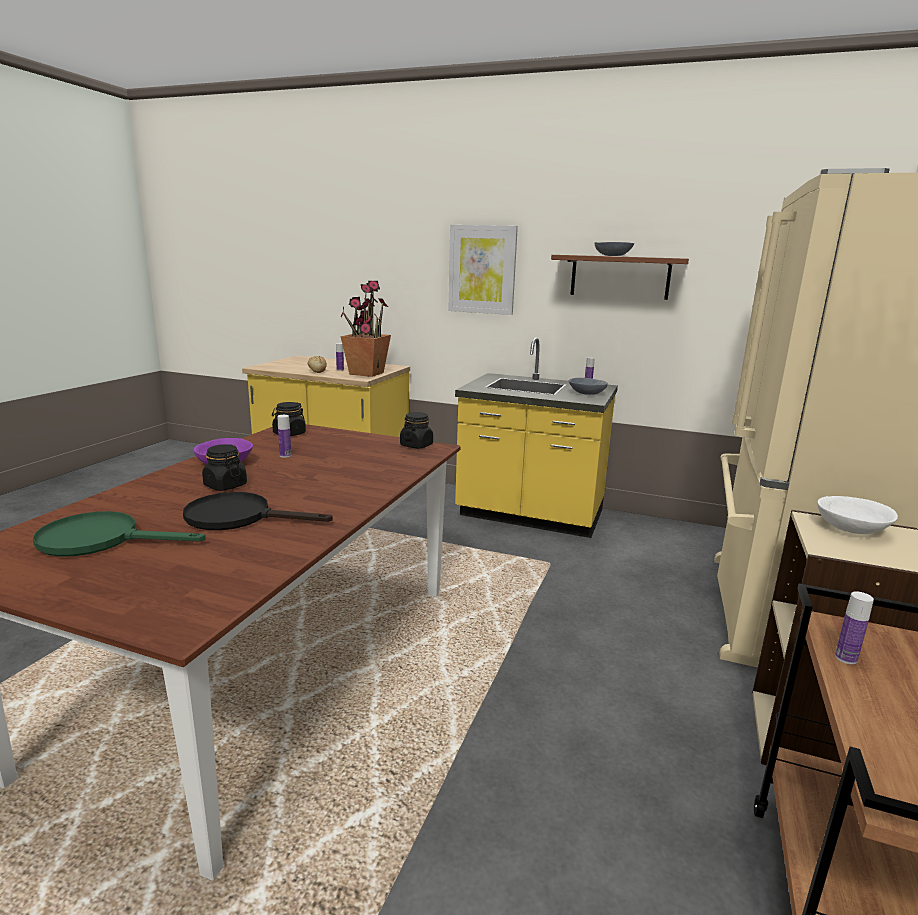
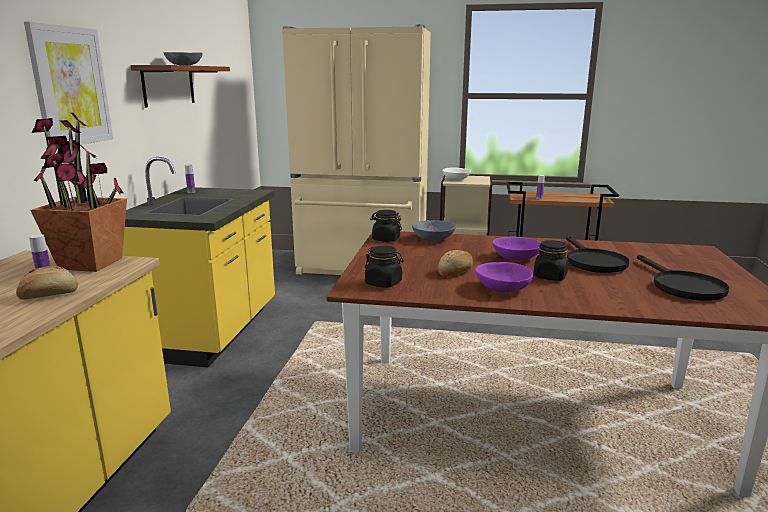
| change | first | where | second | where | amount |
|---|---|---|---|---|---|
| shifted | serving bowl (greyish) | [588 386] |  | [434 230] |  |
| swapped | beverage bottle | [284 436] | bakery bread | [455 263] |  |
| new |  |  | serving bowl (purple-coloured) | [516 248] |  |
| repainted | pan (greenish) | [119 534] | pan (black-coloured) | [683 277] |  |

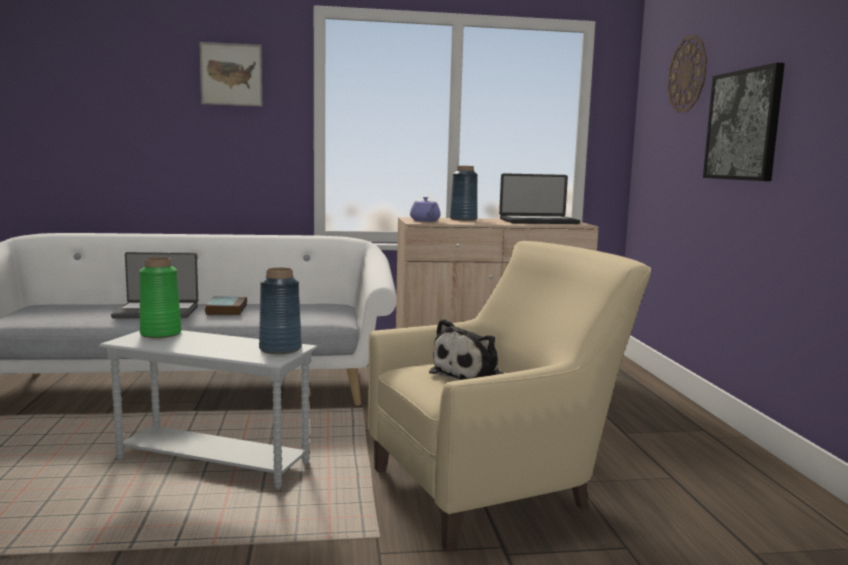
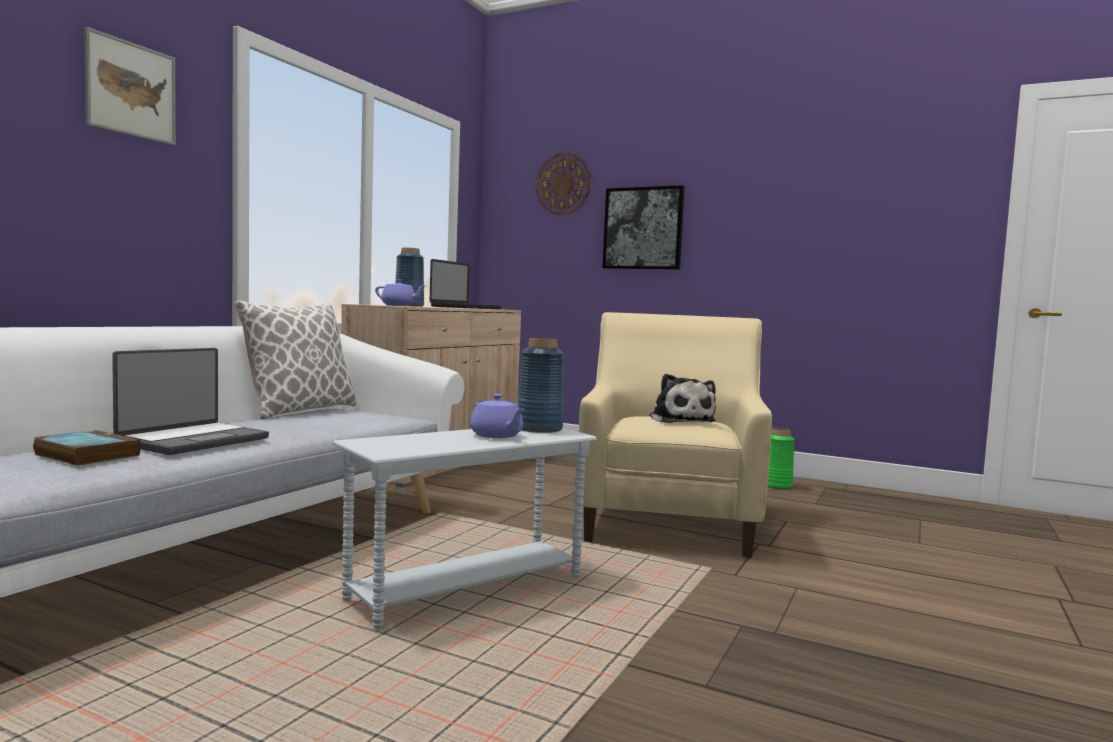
| change | first | where | second | where | amount |
|---|---|---|---|---|---|
| shifted | volume | [226 306] |  | [86 448] |  |
| new |  |  | throw pillow | [296 360] |  |
| new |  |  | teapot (purple-coloured) | [497 416] |  |
| shifted | decorative vase (greenish) | [160 297] |  | [781 458] |  |

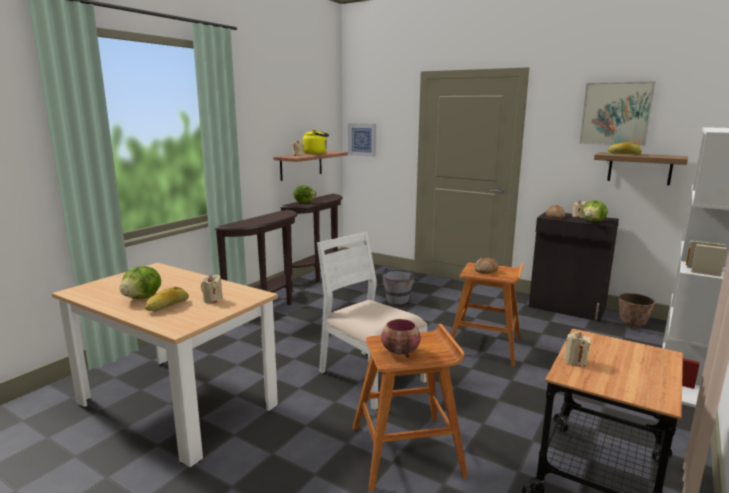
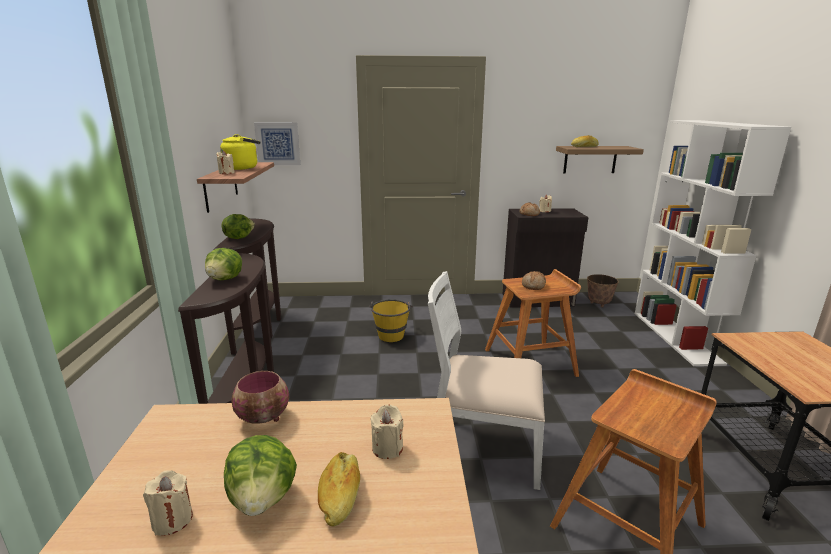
| change | first | where | second | where | amount |
|---|---|---|---|---|---|
| shifted | wax candle (beige-coloured) | [577 349] |  | [168 503] |  |
| shifted | head of lettuce | [595 211] |  | [223 264] |  |
| shifted | serving bowl | [401 338] |  | [260 397] |  |
| repainted | bucket (greyish) | [401 286] | bucket (yellow-coloured) | [391 320] |  |
| gone | wall picture | [617 114] |  |  |  |

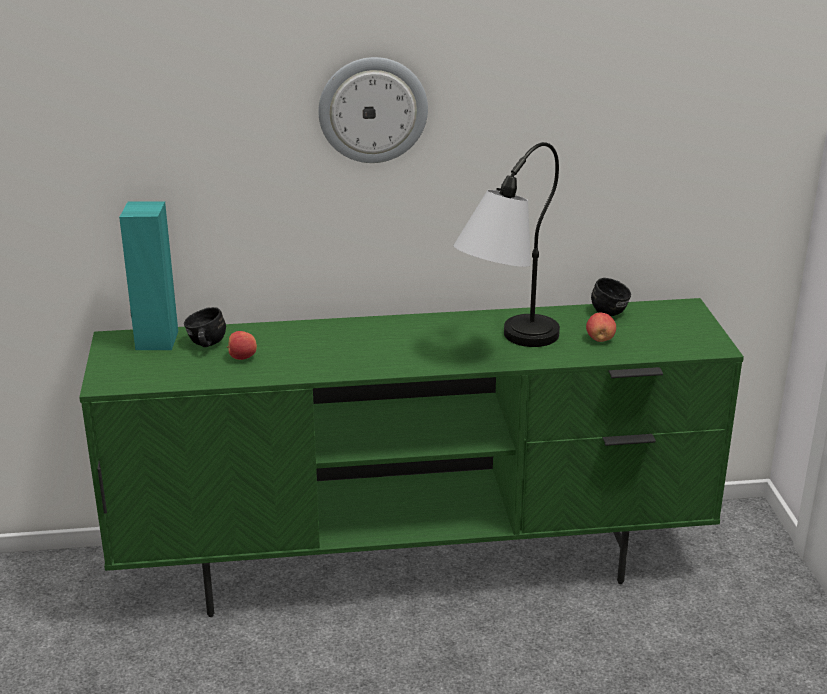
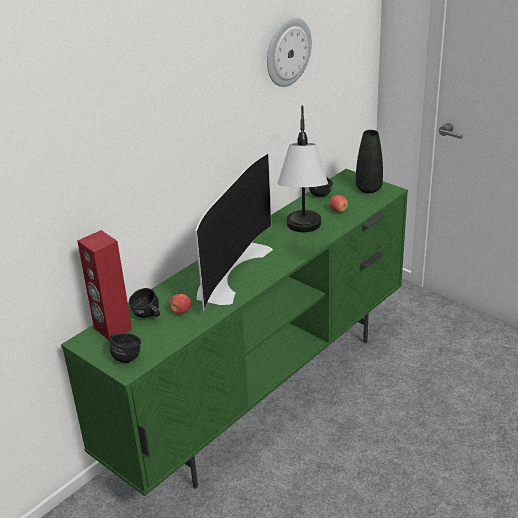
| change | first | where | second | where | amount |
|---|---|---|---|---|---|
| repainted | audio speaker (turquoise) | [148 275] | audio speaker (red-coloured) | [104 285] |  |
| new |  |  | tea mug (black-coloured) | [125 348] |  |
| new |  |  | television | [234 232] |  |
| shifted | clock on the wall | [373 110] |  | [289 52] |  |
| new |  |  | decorative vase (black-coloured) | [369 161] |  |

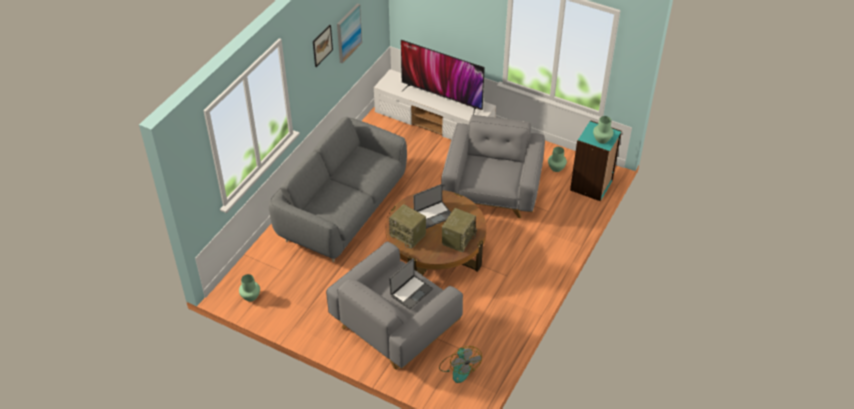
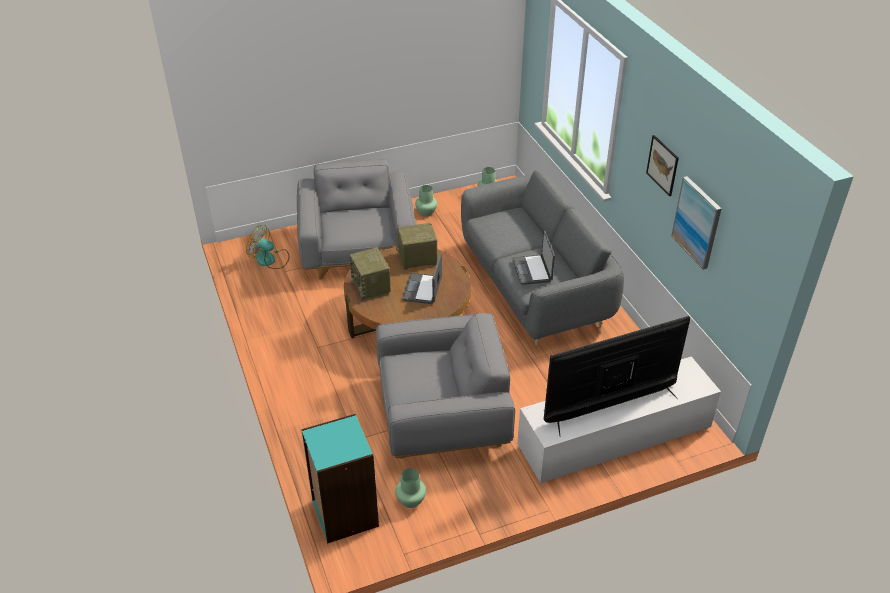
| change | first | where | second | where | amount |
|---|---|---|---|---|---|
| rotated | lounge chair (greyish) | [493 166] |  | [445 386] | 60 degrees counterclockwise |
| shifted | decorative vase (greenish) | [603 130] |  | [426 201] |  |
| shifted | portable computer | [411 283] |  | [533 258] |  |

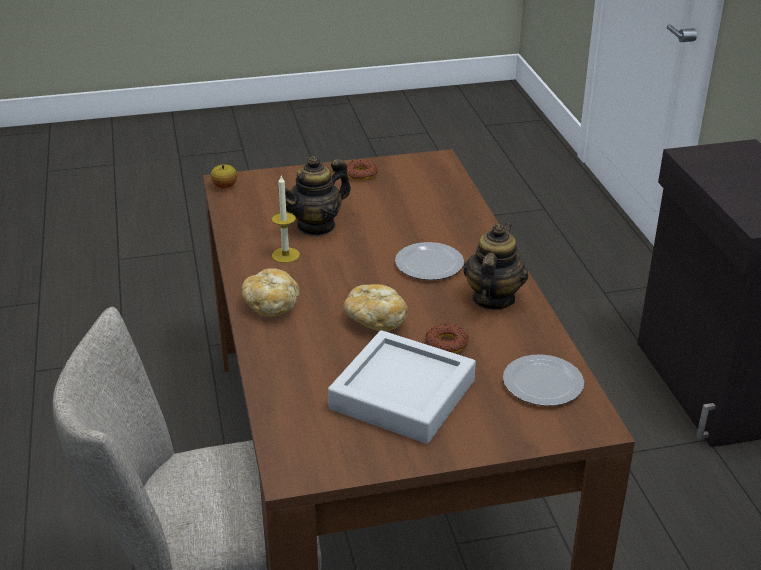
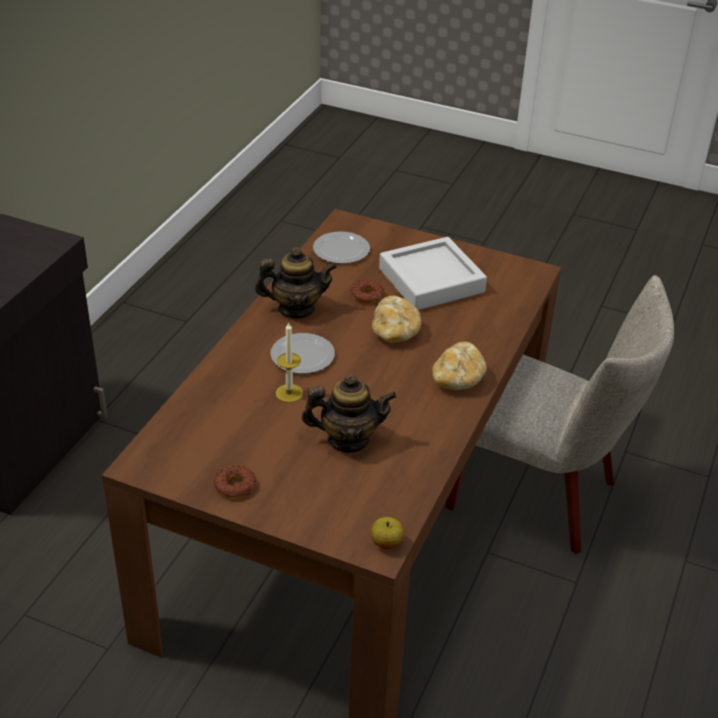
| change | first | where | second | where | amount |
|---|---|---|---|---|---|
| rotated | teapot | [495 266] |  | [296 283] | 150 degrees counterclockwise |
| shifted | wax candle | [285 219] |  | [289 362] |  |

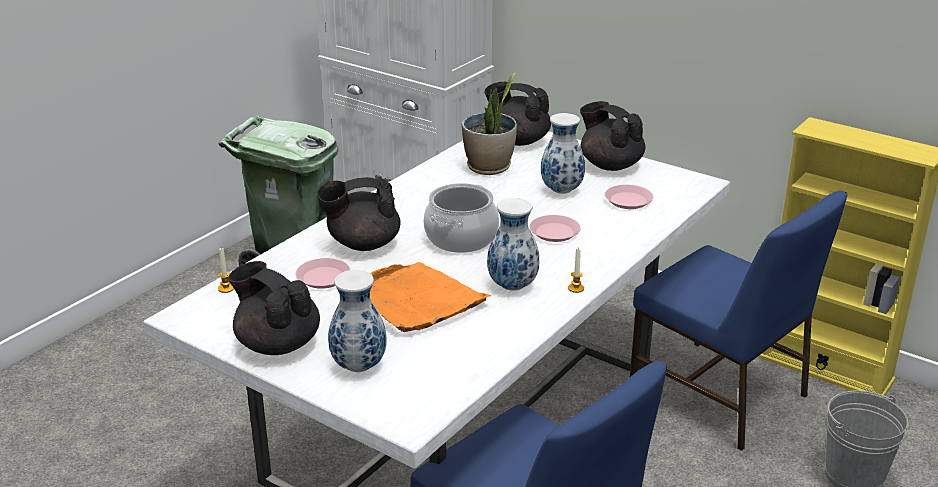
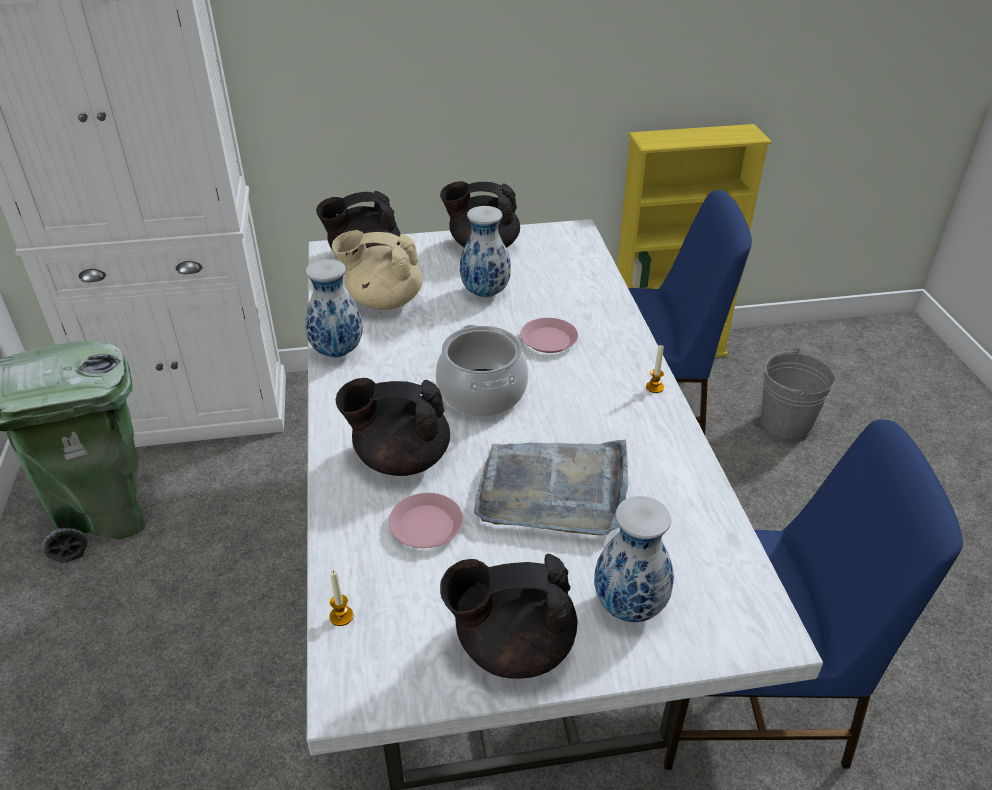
| change | first | where | second | where | amount |
|---|---|---|---|---|---|
| shifted | decorative vase | [513 244] |  | [333 308] |  |
| swapped | potted plant | [489 123] | teapot (beige-coloured) | [377 270] |  |
| rotated | teapot (black-coloured) | [359 214] |  | [393 427] | 60 degrees clockwise |
| repainted | tray (orangey) | [431 297] | tray (greyish) | [551 487] |  |
| gone | plate (pink) | [629 197] |  |  |  |

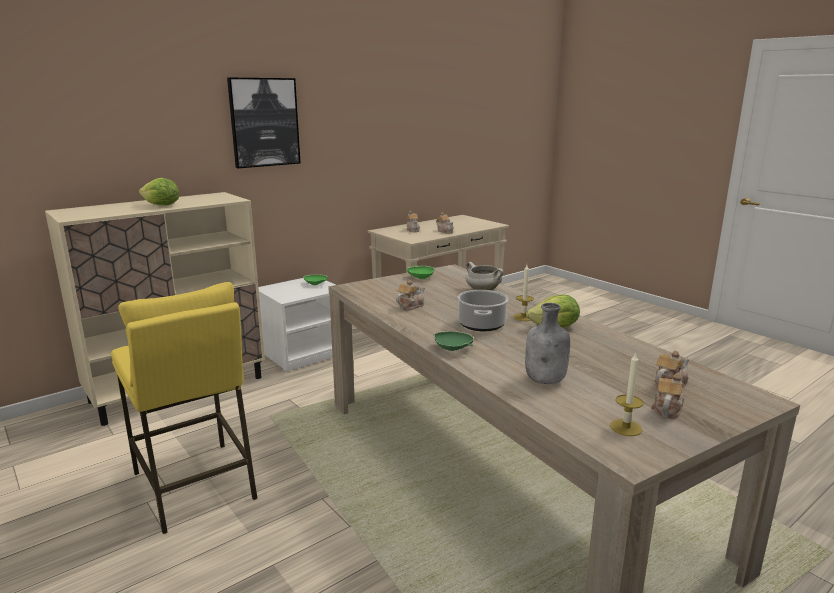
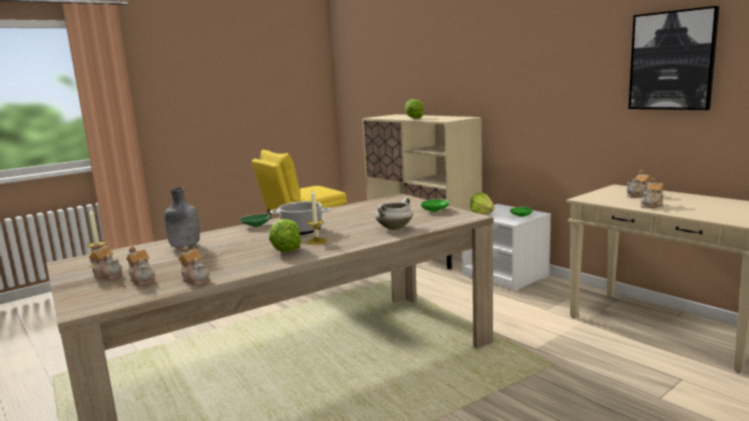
| change | first | where | second | where | amount |
|---|---|---|---|---|---|
| shifted | teapot | [410 295] |  | [194 266] |  |
| new |  |  | head of lettuce | [482 204] |  |
| shifted | wall picture | [263 123] |  | [674 58] |  |

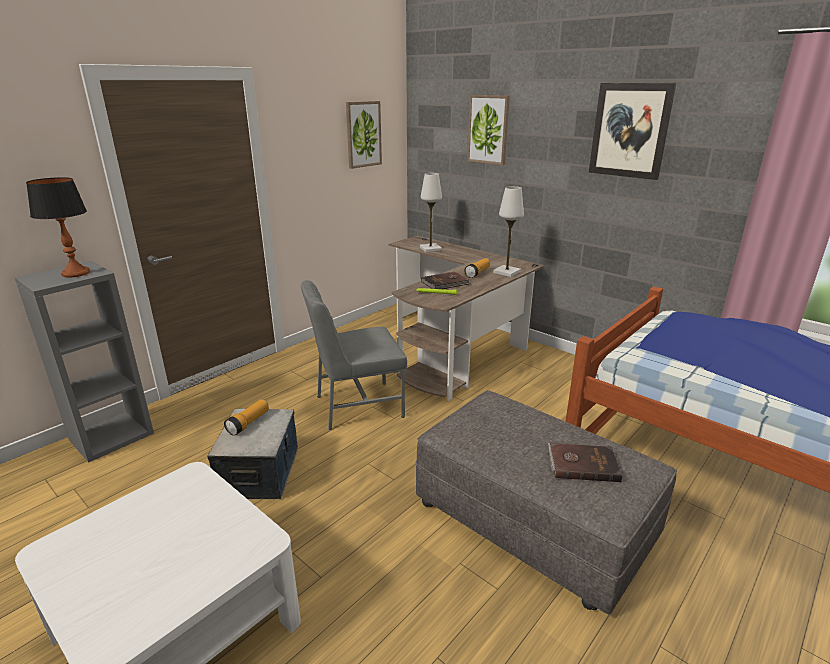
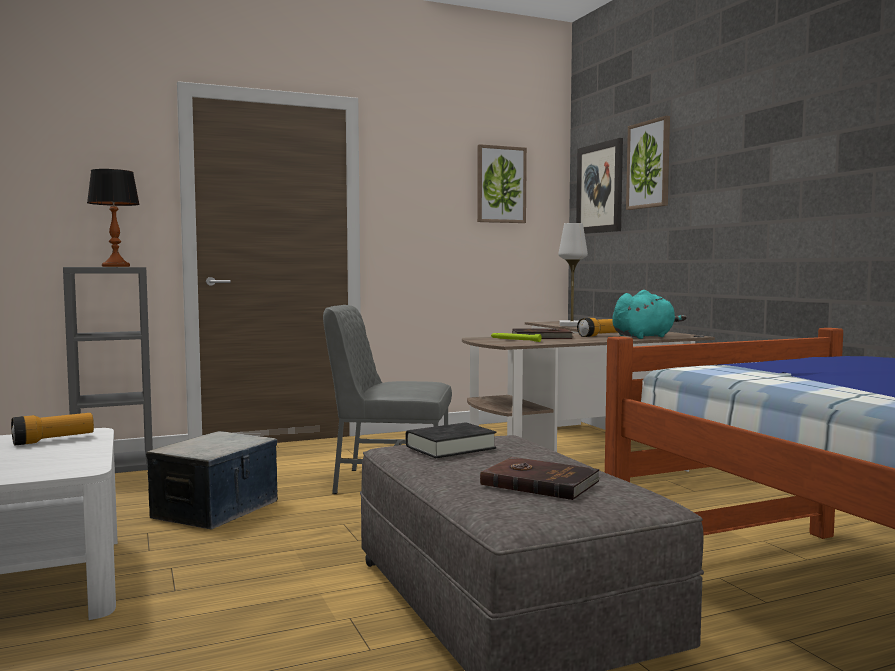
| change | first | where | second | where | amount |
|---|---|---|---|---|---|
| shifted | flashlight | [246 417] |  | [52 429] |  |
| new |  |  | volume (black-coloured) | [451 440] |  |
| shifted | wall picture | [632 131] |  | [599 186] |  |
| swapped | tabletop lamp (whitish) | [508 231] | plush toy (turquoise) | [649 314] |  |

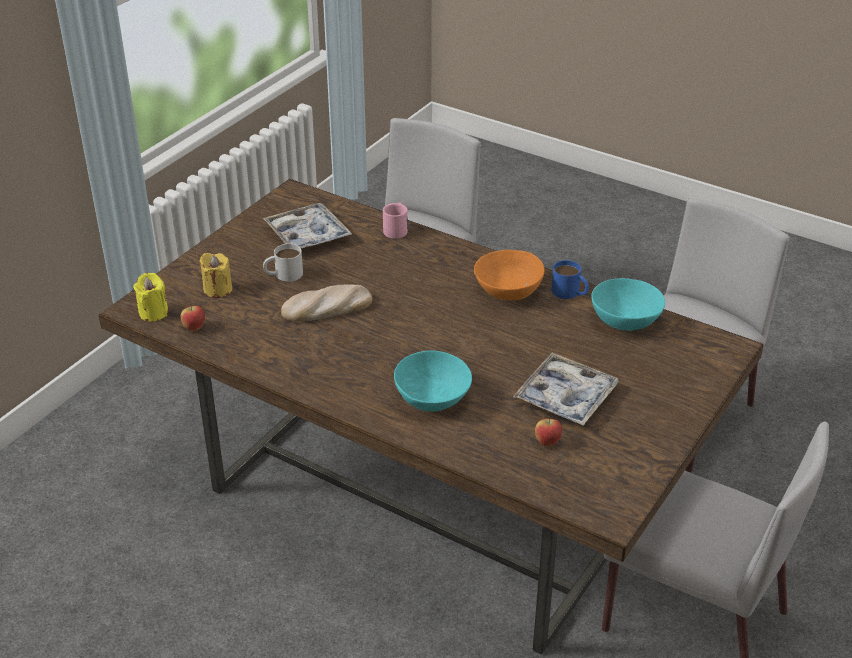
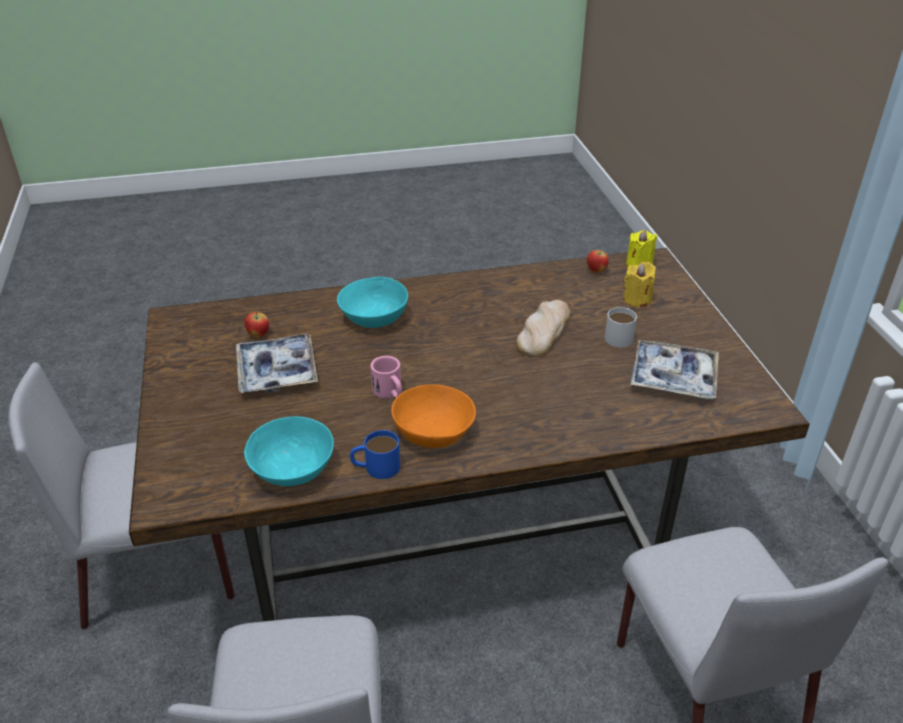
| change | first | where | second | where | amount |
|---|---|---|---|---|---|
| shifted | tea mug (pink) | [395 221] |  | [386 377] |  |

